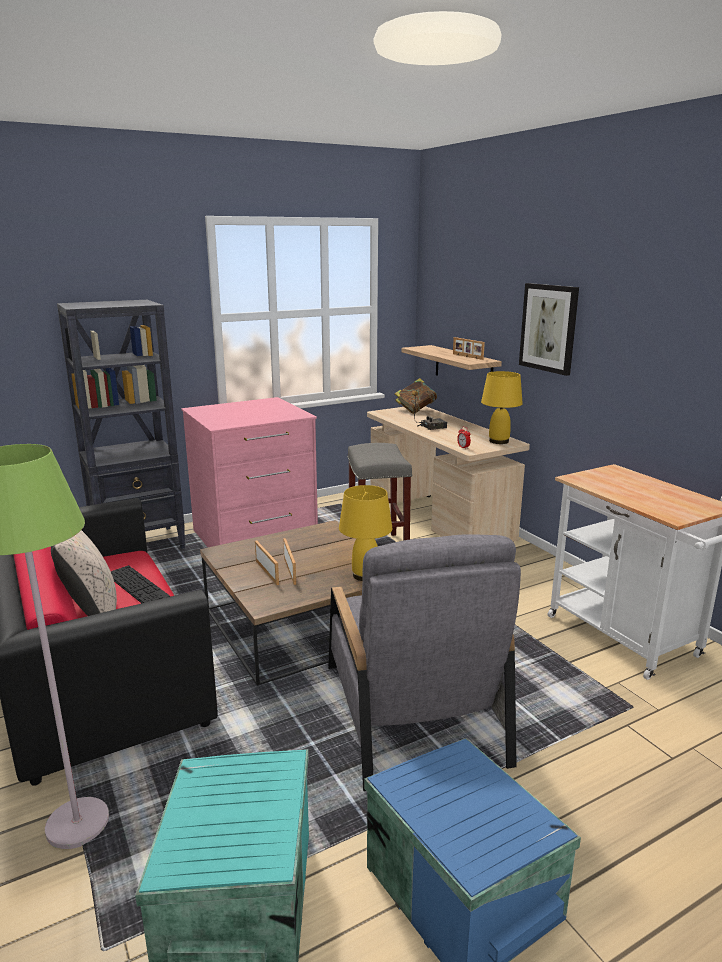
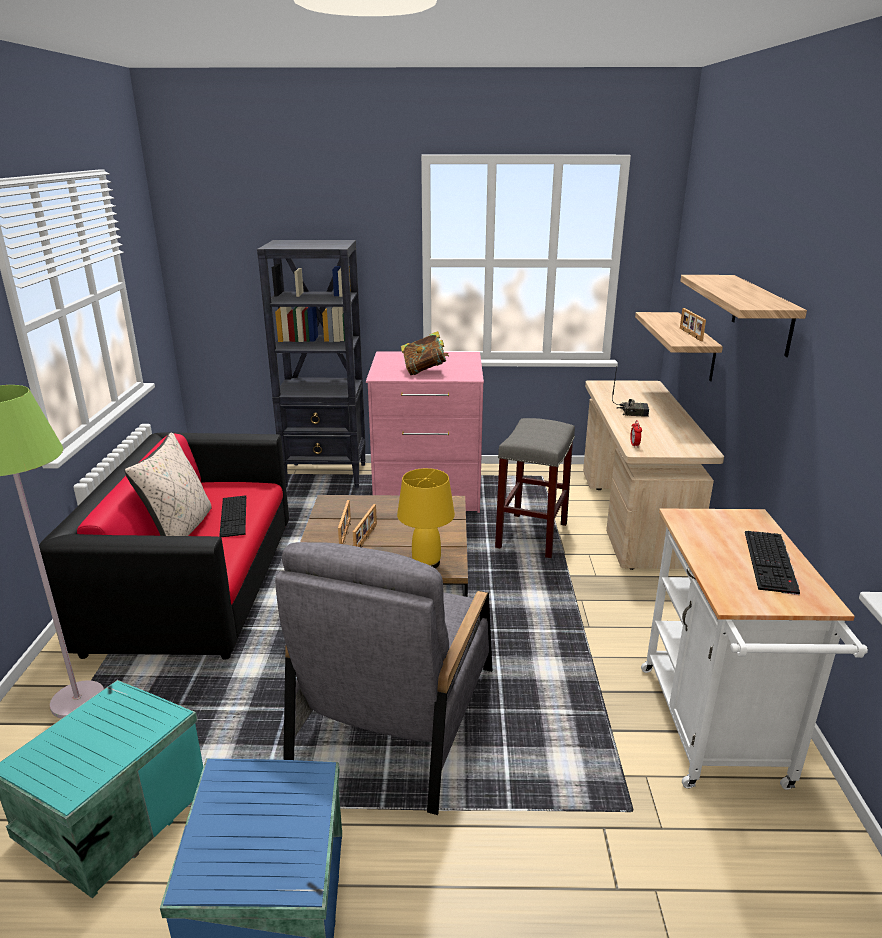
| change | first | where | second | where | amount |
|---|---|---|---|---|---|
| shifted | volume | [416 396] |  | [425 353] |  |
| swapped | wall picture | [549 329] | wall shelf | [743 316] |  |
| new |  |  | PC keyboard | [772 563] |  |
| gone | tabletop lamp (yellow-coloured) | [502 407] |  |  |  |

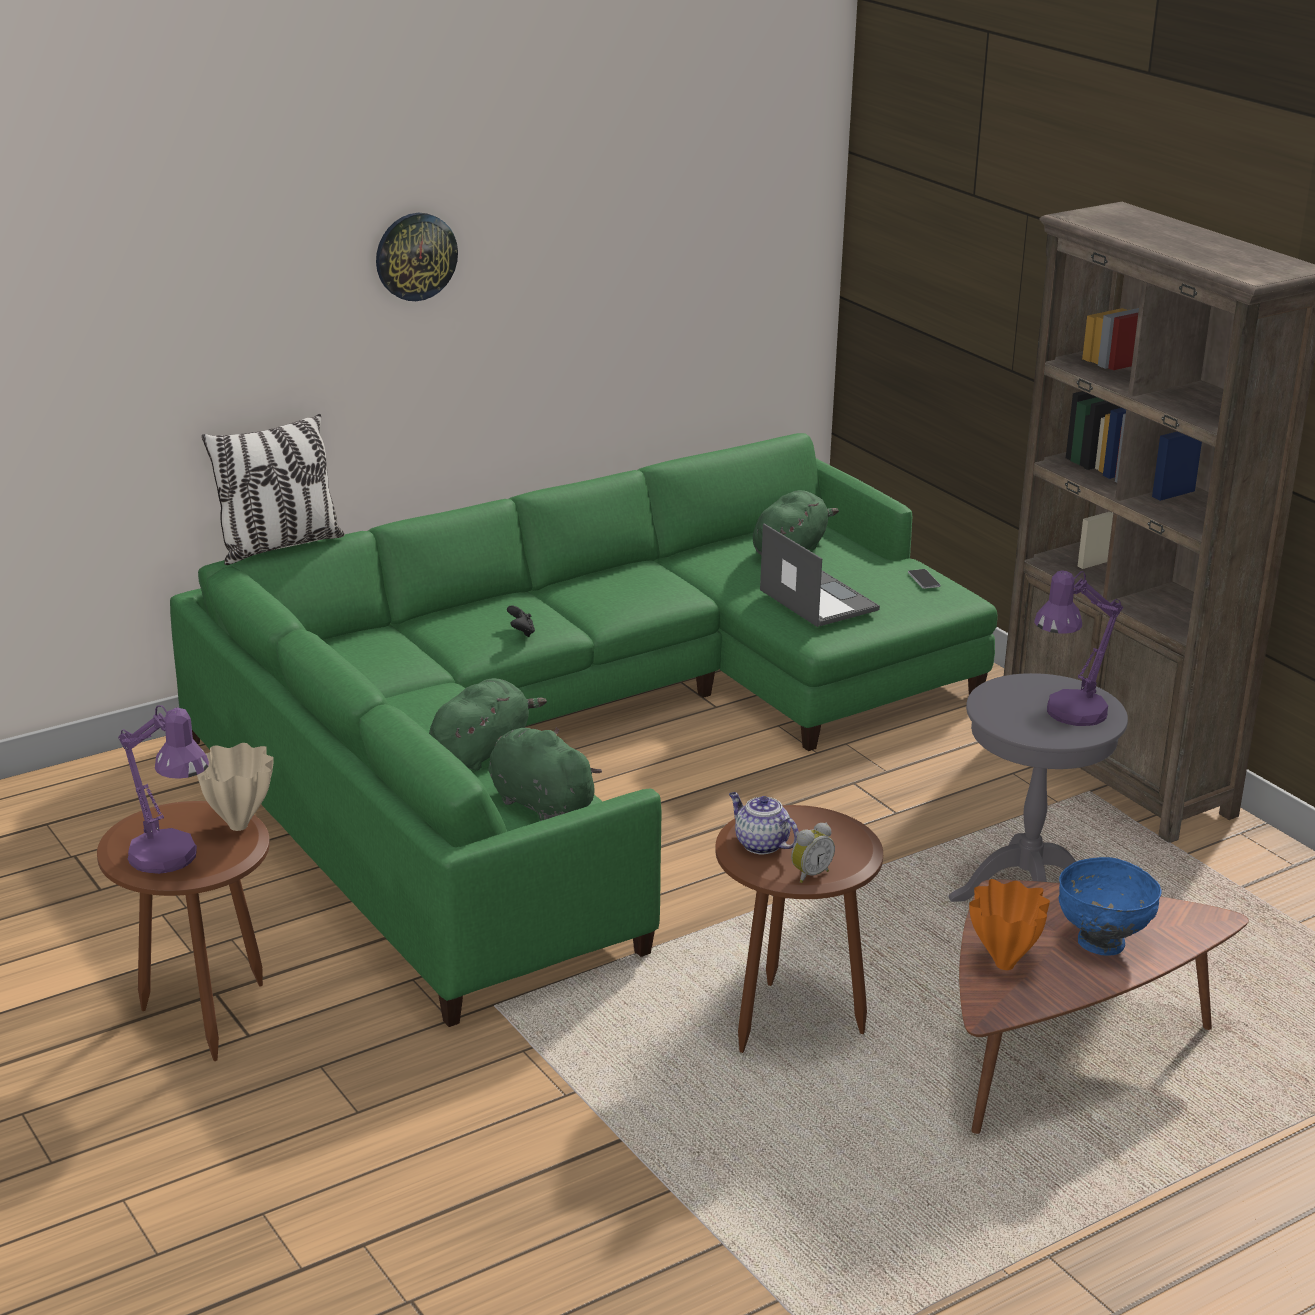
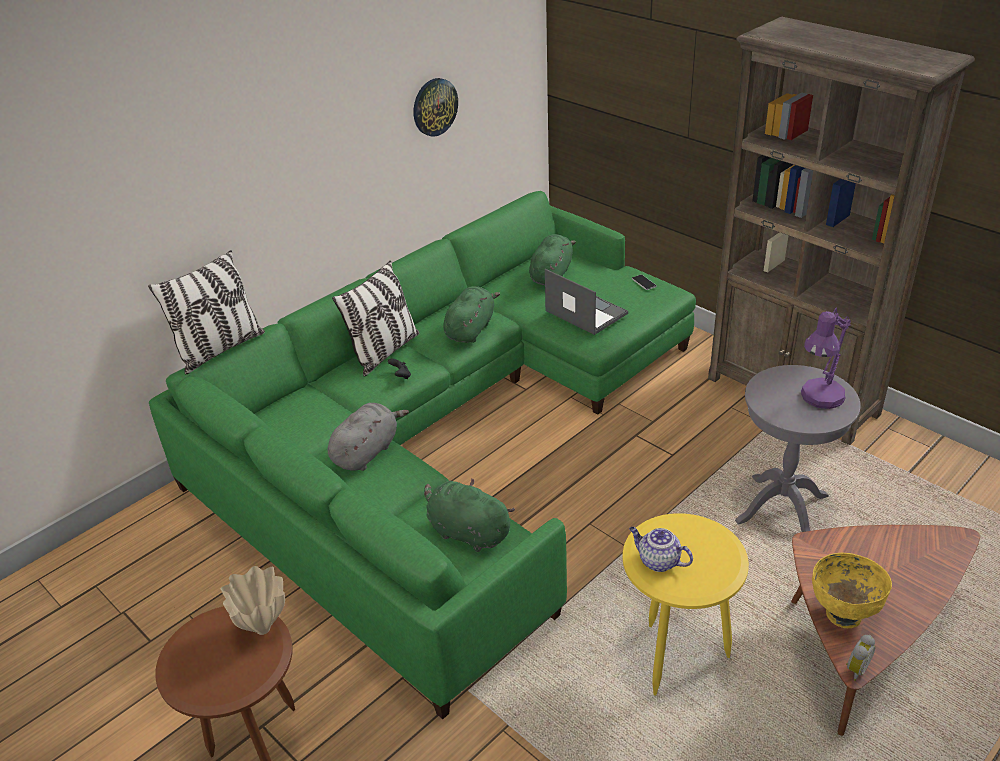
| change | first | where | second | where | amount |
|---|---|---|---|---|---|
| new |  |  | plush toy (greyish) | [368 437] |  |
| new |  |  | throw pillow | [375 319] |  |
| shifted | clock on the wall | [417 257] |  | [435 107] |  |
| shifted | plush toy (greenish) | [488 724] |  | [471 314] |  |
| repainted | side table (brownish) | [799 929] | side table (yellow-coloured) | [686 604] |  |
| swapped | decorative vase (orangey) | [1009 924] | serving bowl (yellow-coloured) | [852 590] |  |
| shifted | table clock | [813 853] |  | [860 658] |  |
| gone | tabletop lamp (purple-coloured) | [163 789] |  |  |  |
| gone | serving bowl (blue) | [1110 906] |  |  |  |

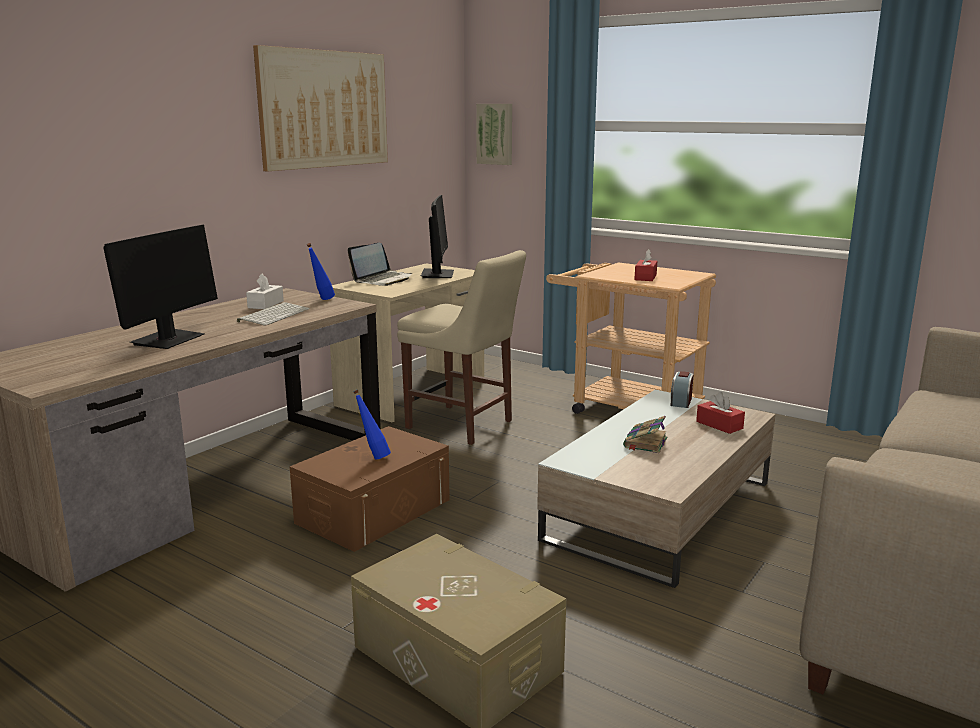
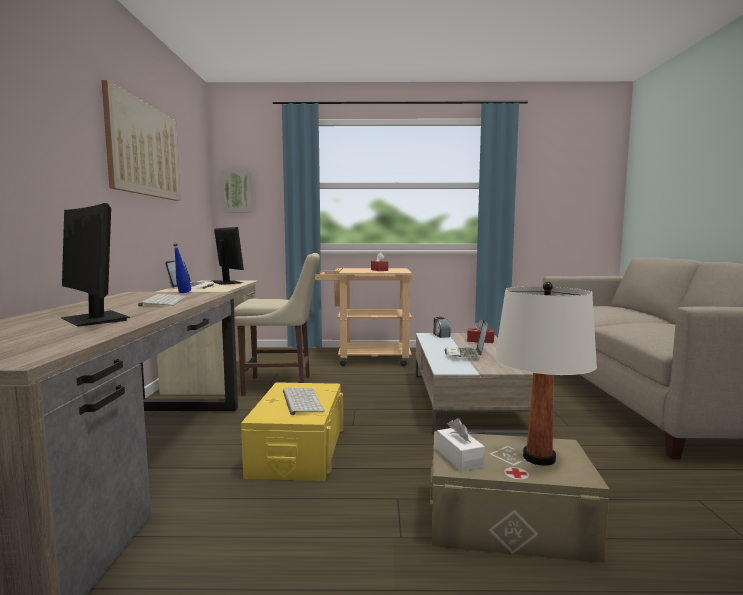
| change | first | where | second | where | amount |
|---|---|---|---|---|---|
| rotated | computer screen | [160 287] |  | [95 265] | 150 degrees clockwise |
| repainted | storage box (brownish) | [370 489] | storage box (yellow-coloured) | [292 431] |  |
| swapped | beverage bottle (blue) | [372 424] | PC keyboard | [304 401] |  |
| shifted | box of tissues (whitish) | [265 291] |  | [461 445] |  |
| swapped | volume | [645 434] | portable computer | [466 339] |  |
| new |  |  | tabletop lamp (whitish) | [546 374] |  |

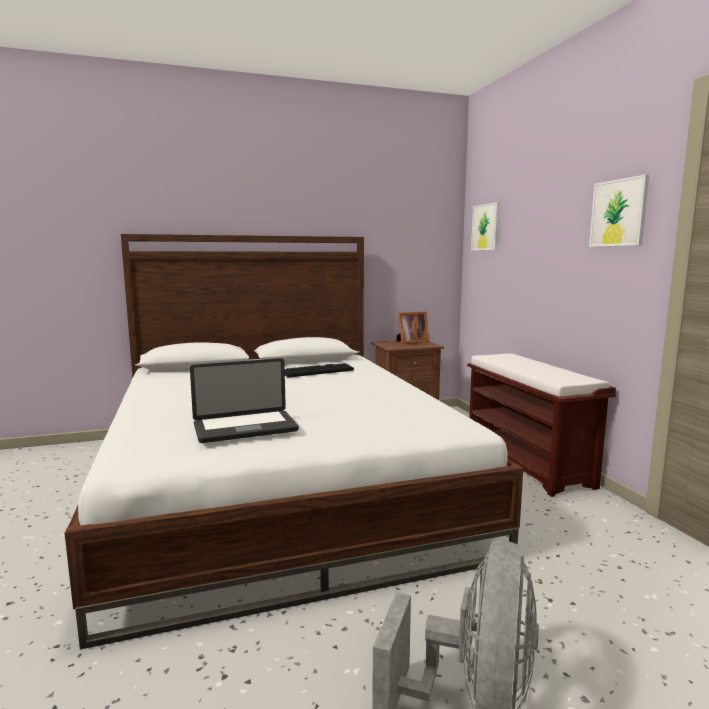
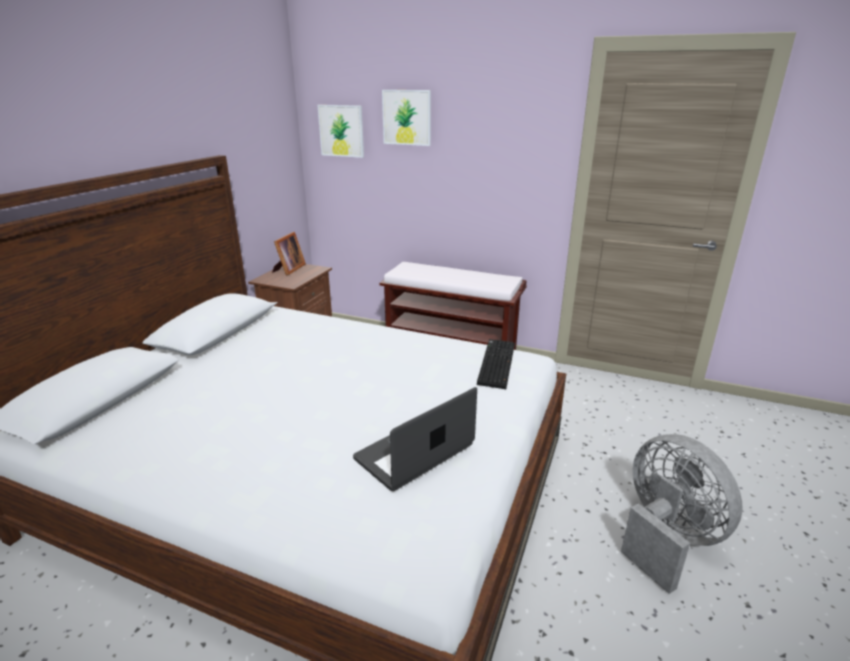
| change | first | where | second | where | amount |
|---|---|---|---|---|---|
| rotated | portable computer | [244 400] |  | [415 439] | 150 degrees counterclockwise |
| shifted | wall picture | [619 211] |  | [406 118] |  |
| shifted | PC keyboard | [319 370] |  | [496 364] |  |

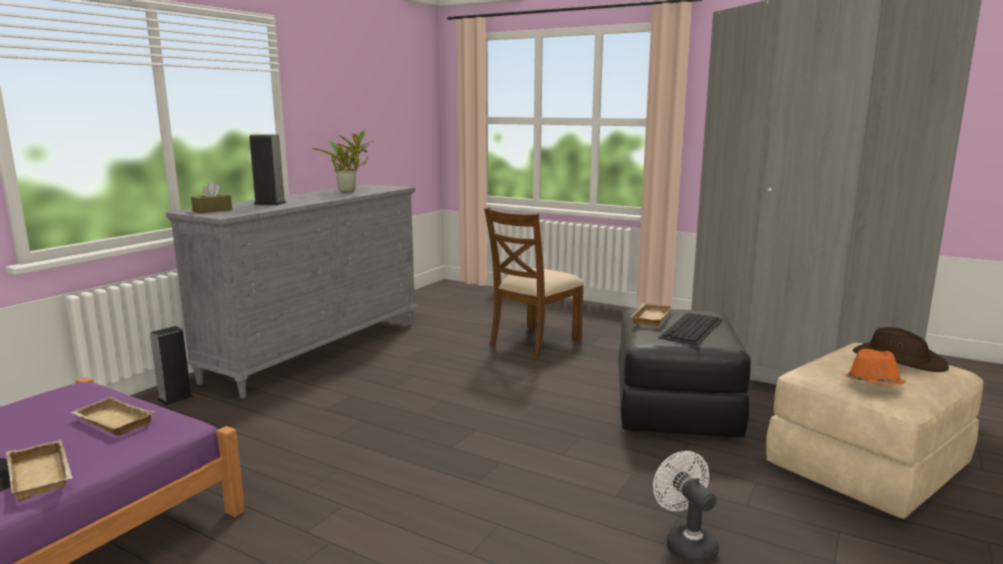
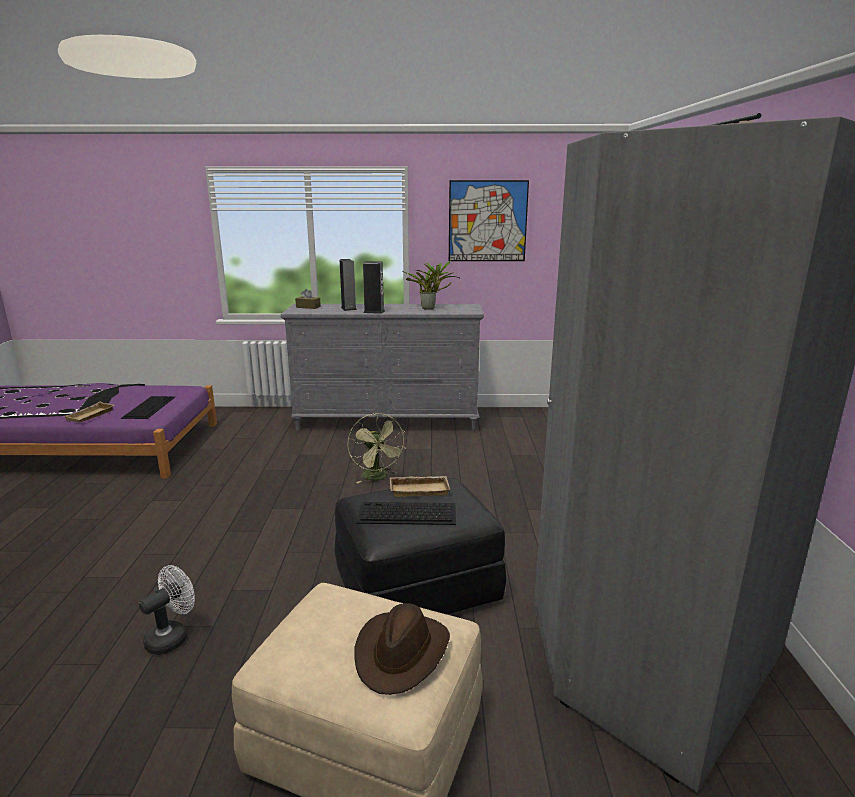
| change | first | where | second | where | amount |
|---|---|---|---|---|---|
| swapped | tray (beige-coloured) | [113 416] | PC keyboard | [148 407] |  |
| new |  |  | cooling fan (greenish) | [376 448] |  |
| shifted | audio speaker | [171 366] |  | [374 287] |  |
| new |  |  | wall picture | [489 220] |  |
| gone | upright chair (brownish) | [534 283] |  |  |  |
| gone | clothing hat (orangey) | [874 367] |  |  |  |

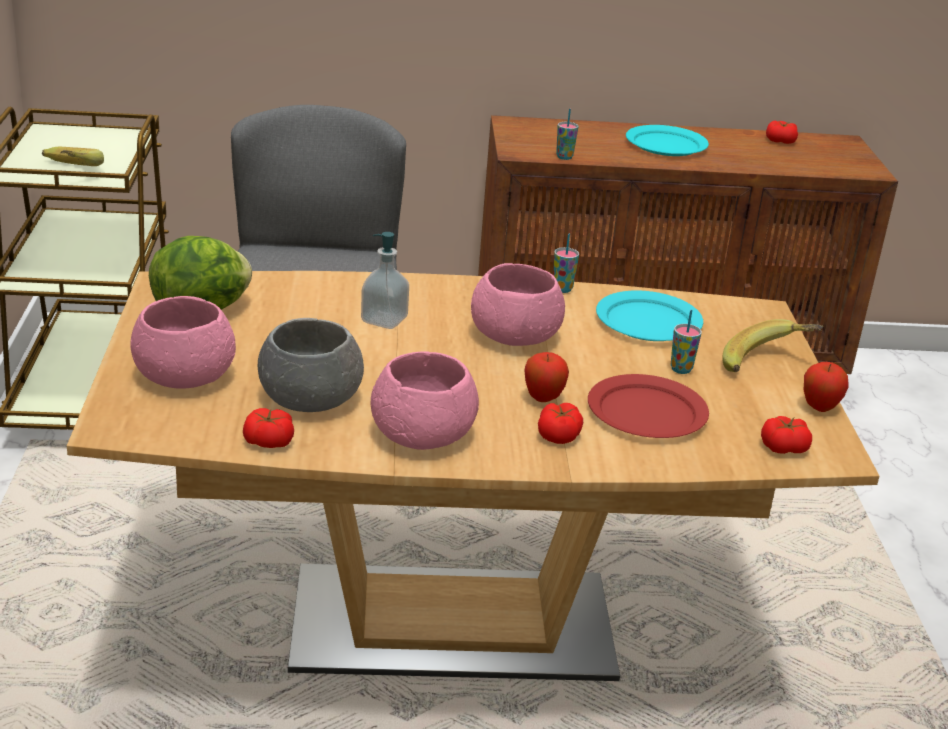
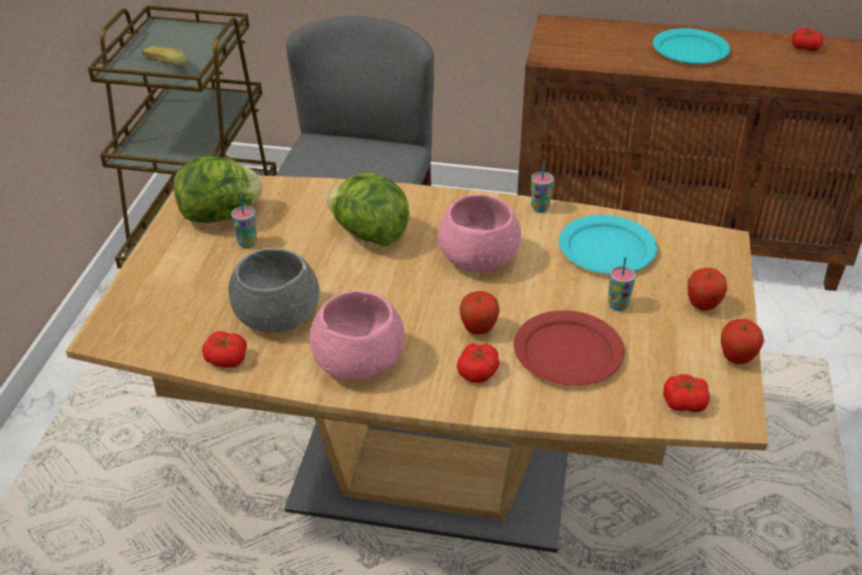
| change | first | where | second | where | amount |
|---|---|---|---|---|---|
| shifted | small cup | [567 134] |  | [244 222] |  |
| swapped | liquid soap bottle | [385 280] | head of lettuce | [368 209] |  |
| swapped | whole banana | [772 345] | apple | [707 289] |  |
| gone | serving bowl (pink) | [183 342] |  |  |  |

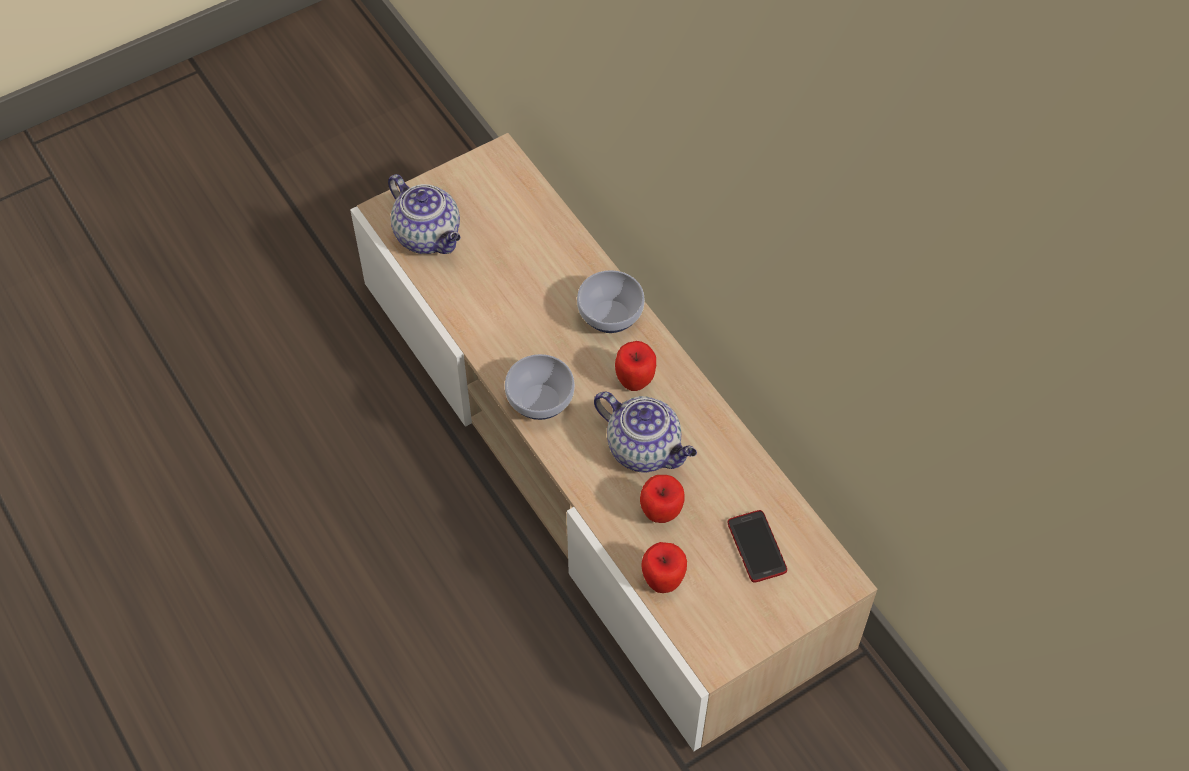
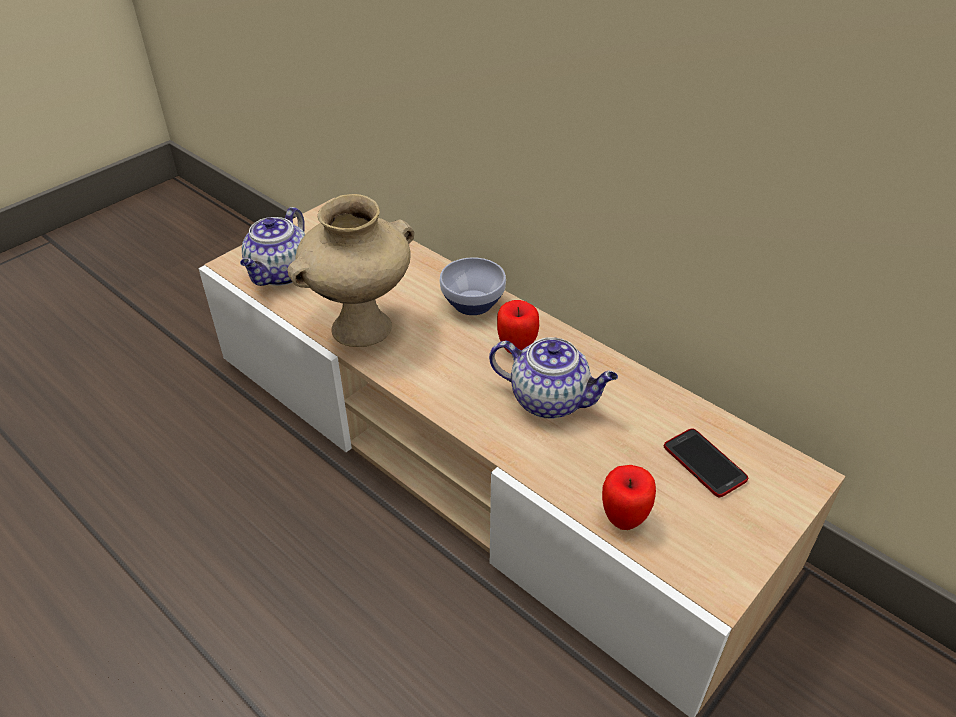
| change | first | where | second | where | amount |
|---|---|---|---|---|---|
| rotated | teapot | [424 214] |  | [272 246] | 75 degrees clockwise |
| new |  |  | decorative vase (beige-coloured) | [350 270] |  |
| gone | serving bowl | [540 387] |  |  |  |
| gone | apple | [662 499] |  |  |  |

